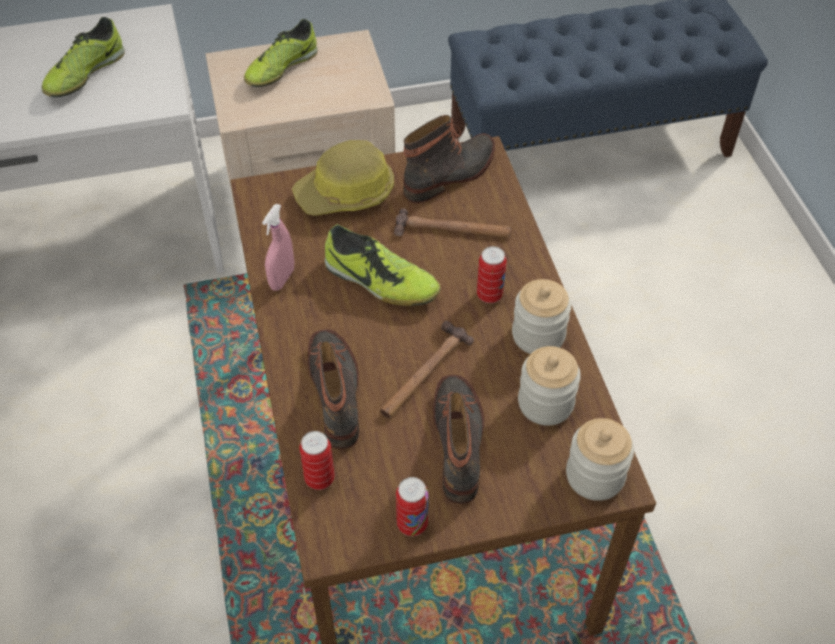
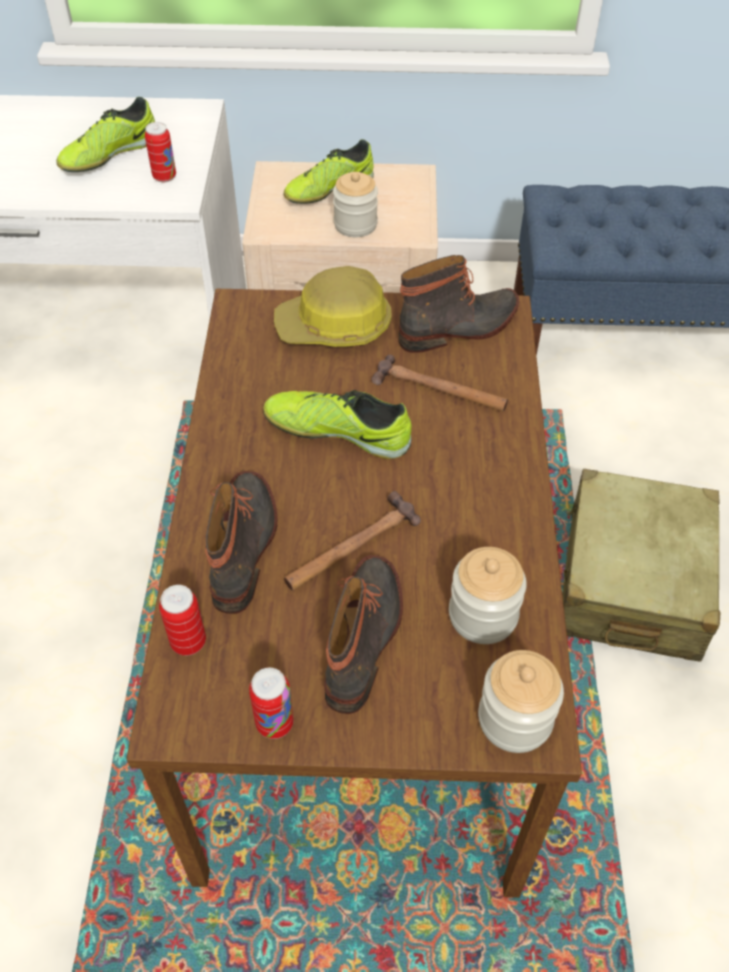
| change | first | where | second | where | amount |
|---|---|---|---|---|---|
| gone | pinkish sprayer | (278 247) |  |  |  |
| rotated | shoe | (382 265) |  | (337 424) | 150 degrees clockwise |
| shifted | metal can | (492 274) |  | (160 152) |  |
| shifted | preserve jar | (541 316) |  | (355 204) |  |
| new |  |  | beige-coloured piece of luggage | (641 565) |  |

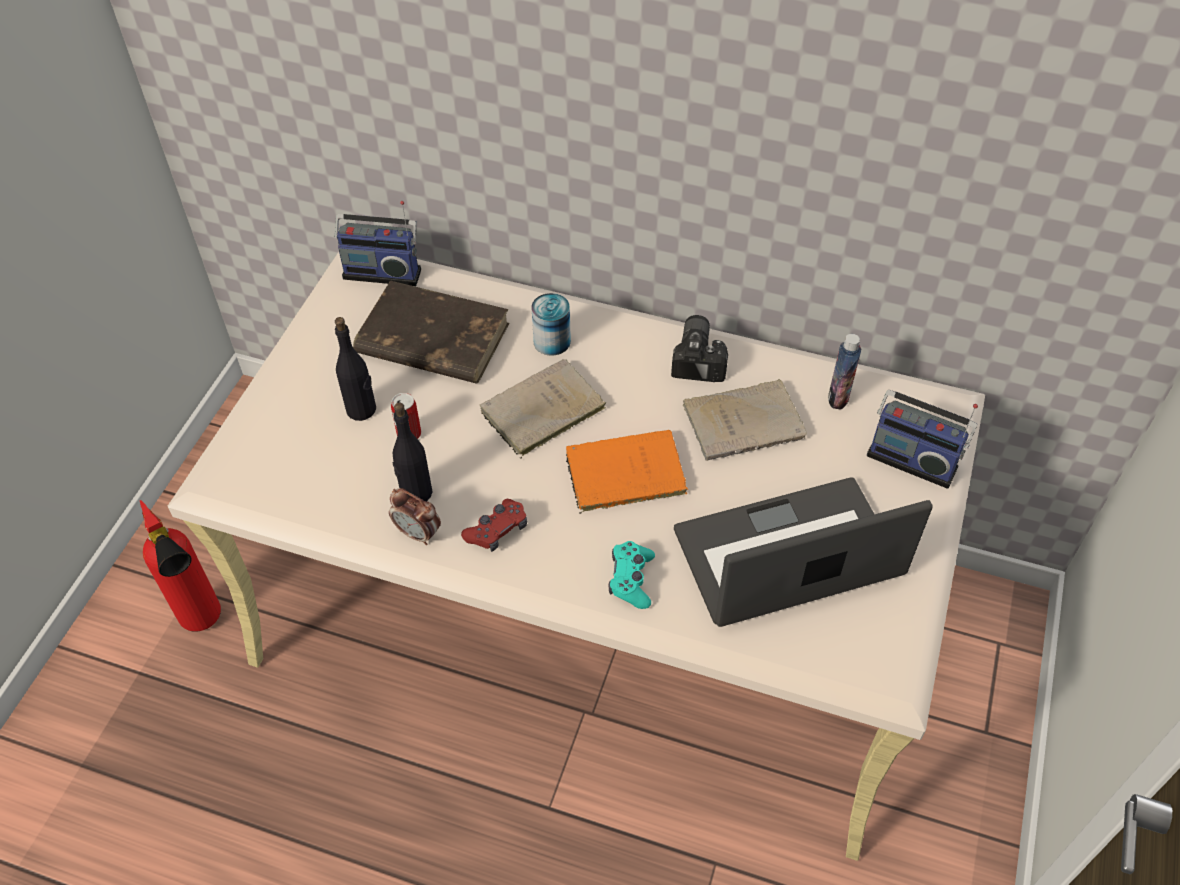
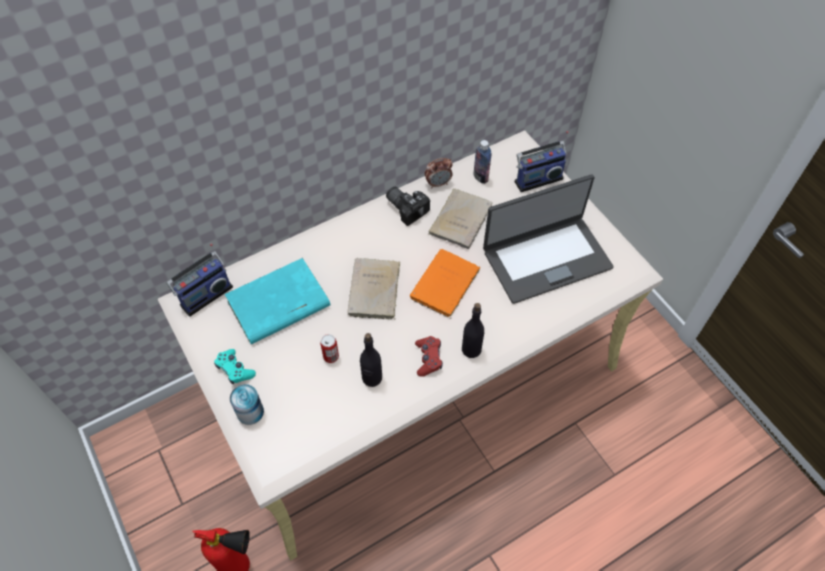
| change | first | where | second | where | amount |
|---|---|---|---|---|---|
| repainted | brownish volume | (431 332) | blue-green volume | (277 301) |  |
| shifted | metal can | (551 324) |  | (247 404) |  |
| shifted | black-coloured drink bottle | (355 369) |  | (473 330) |  |
| rotated | laptop | (803 552) |  | (548 239) | 135 degrees counterclockwise |
| shifted | table clock | (415 516) |  | (439 173) |  |
| shifted | blue-green game controller | (631 575) |  | (235 366) |  |

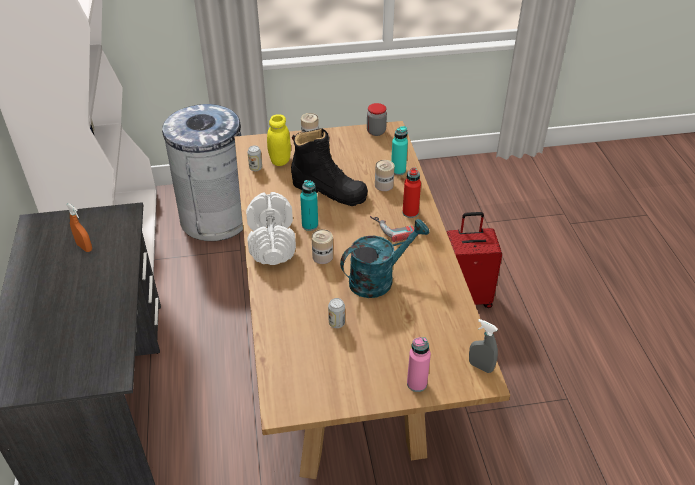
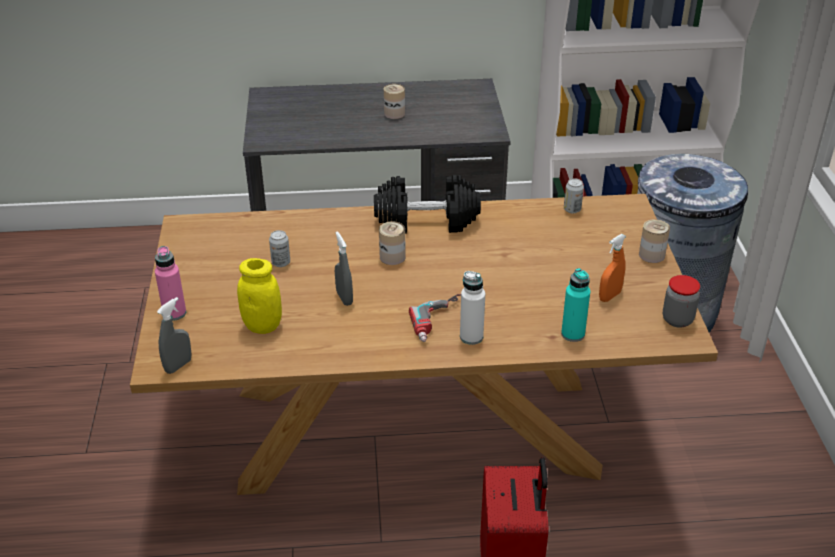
| change | first | where | second | where | amount |
|---|---|---|---|---|---|
| shifted | yellow-coloured preserve jar | (279 140) |  | (259 296) |  |
| gone | black-coloured high-top boot | (329 167) |  |  |  |
| shifted | metal can | (384 175) |  | (394 101) |  |
| repainted | red drink bottle | (411 192) | white drink bottle | (472 308) |  |
| gone | blue-green drink bottle | (309 205) |  |  |  |
| repainted | white free weight | (271 228) | black-coloured free weight | (427 204) |  |
| shifted | orangey sprayer | (79 227) |  | (612 268) |  |
| swapped | blue-green watering can | (384 258) | grey sprayer | (344 268) |  |

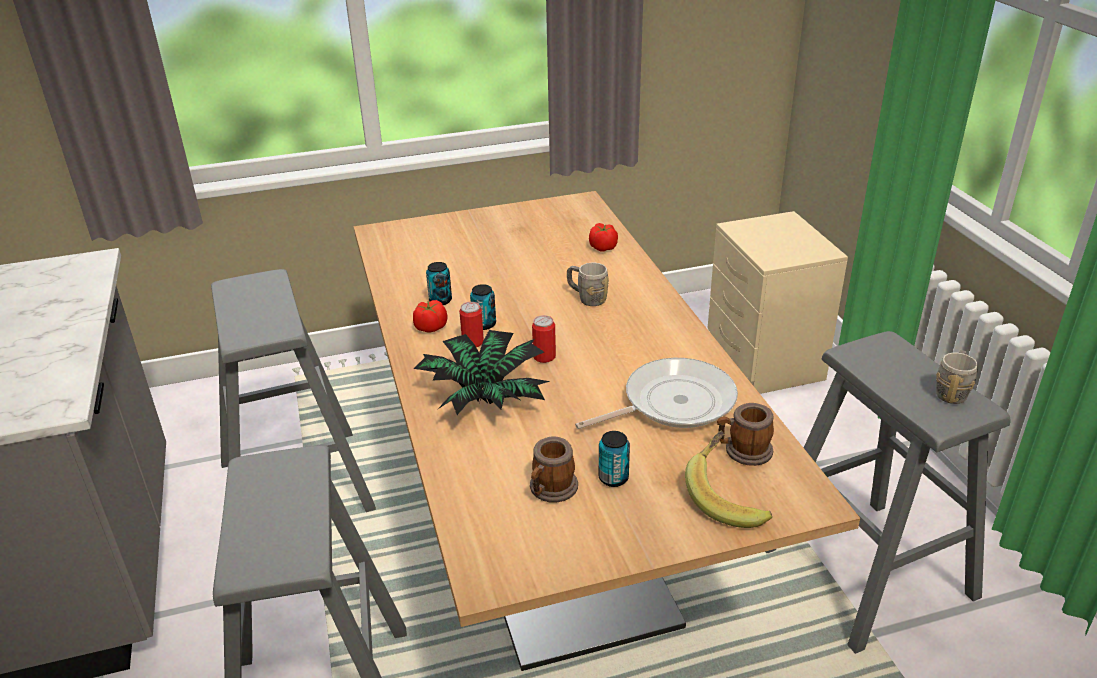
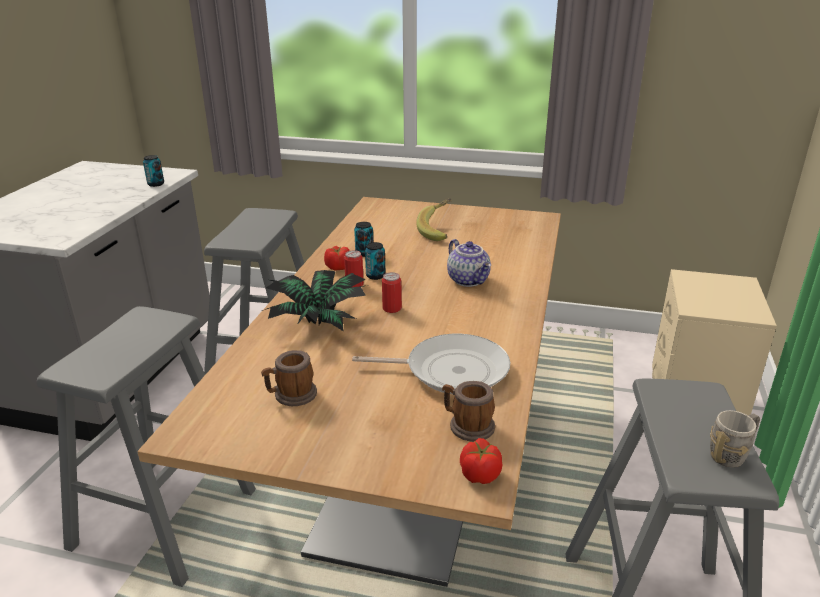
| change | first | where | second | where | amount |
|---|---|---|---|---|---|
| shifted | fresh tomato | (603 237) |  | (481 461) |  |
| swapped | grey mug | (588 284) | pot for tea | (469 263) |  |
| shifted | metal can | (614 459) |  | (153 171) |  |
| shifted | banana fruit | (728 479) |  | (433 220) |  |

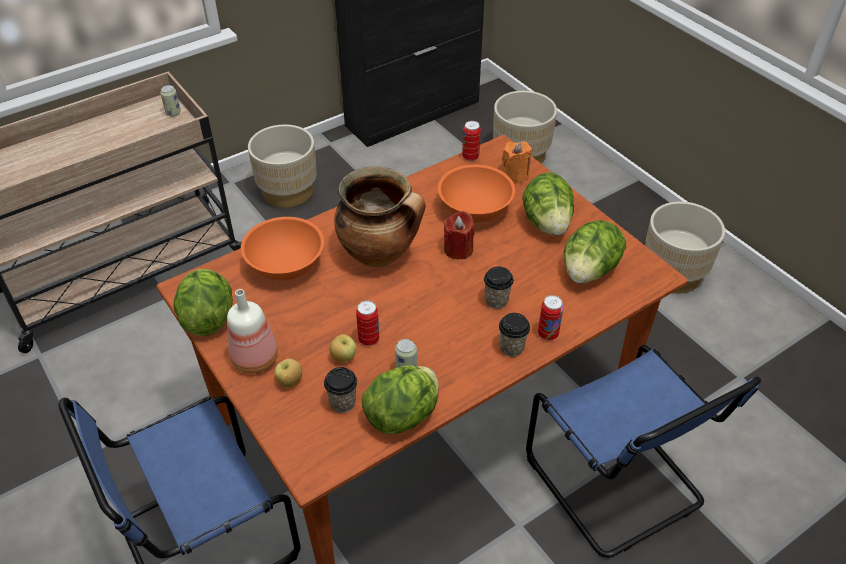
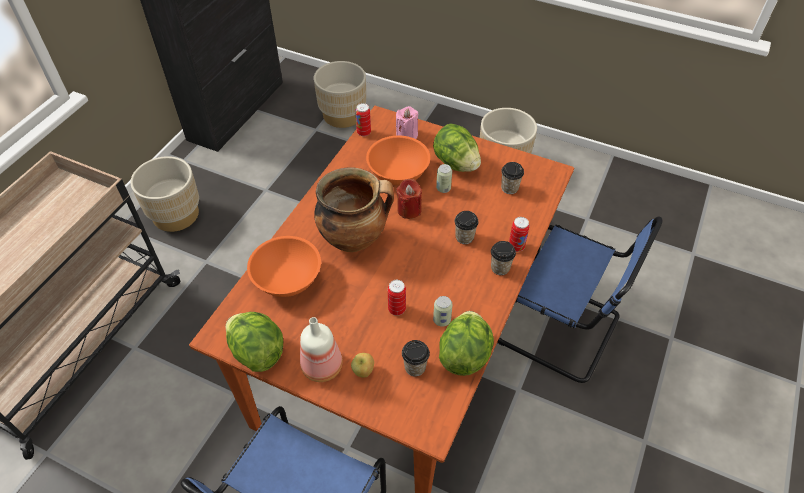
| change | first | where | second | where | amount |
|---|---|---|---|---|---|
| shifted | metal can | (170 100) |  | (444 178) |  |
| repainted | orangey wax light | (516 162) | pinkish wax light | (407 122) |  |
| swapped | lettuce head | (595 252) | cup | (512 178) |  |
| gone | apple | (342 348) |  |  |  |

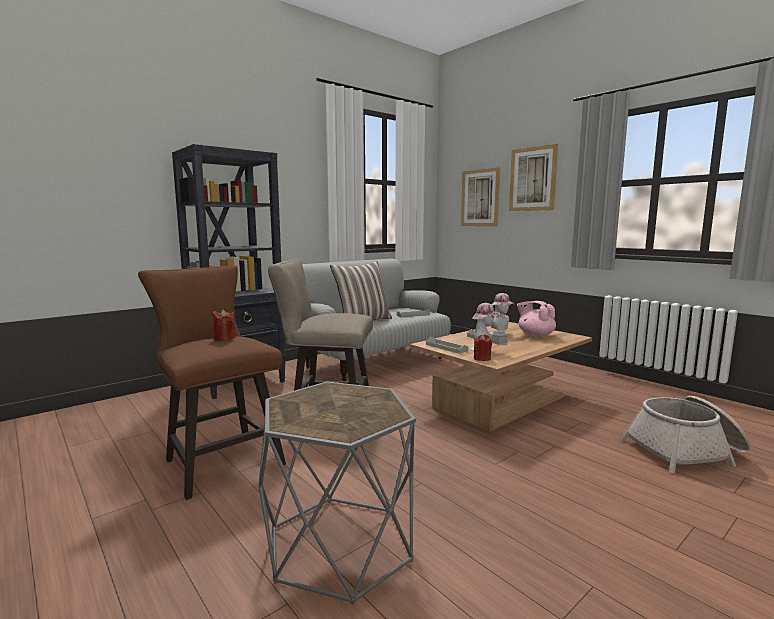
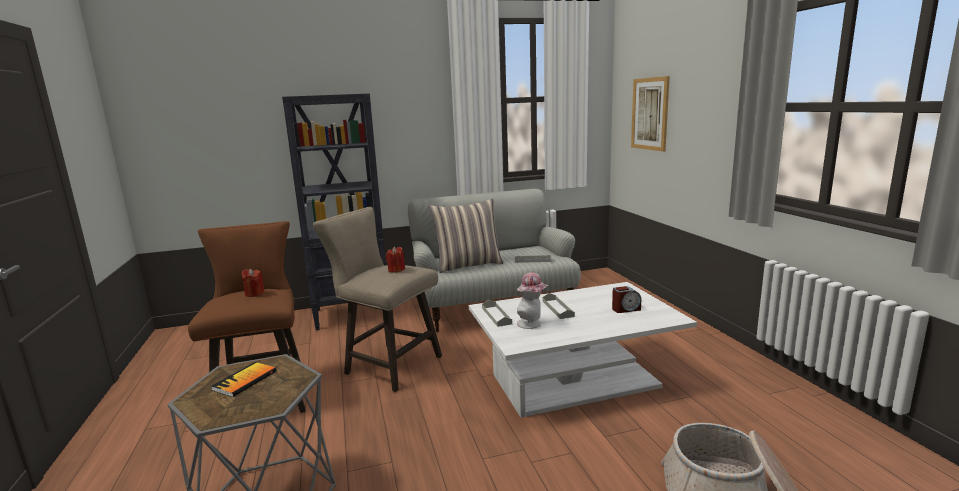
| change | first | where | second | where | amount |
|---|---|---|---|---|---|
| gone | picture | (533 177) |  |  |  |
| gone | clothing hat | (502 314) |  |  |  |
| swapped | pinkish pot for tea | (536 319) | table clock | (626 299) |  |
| repainted | brownish lounge table | (501 377) | white lounge table | (583 350) |  |
| shifted | red wax light | (483 347) |  | (395 260) |  |
| new |  |  | volume | (244 379) |  |

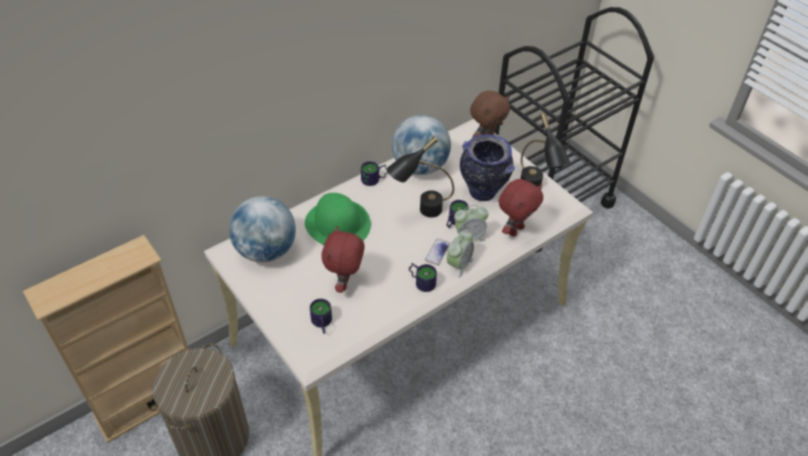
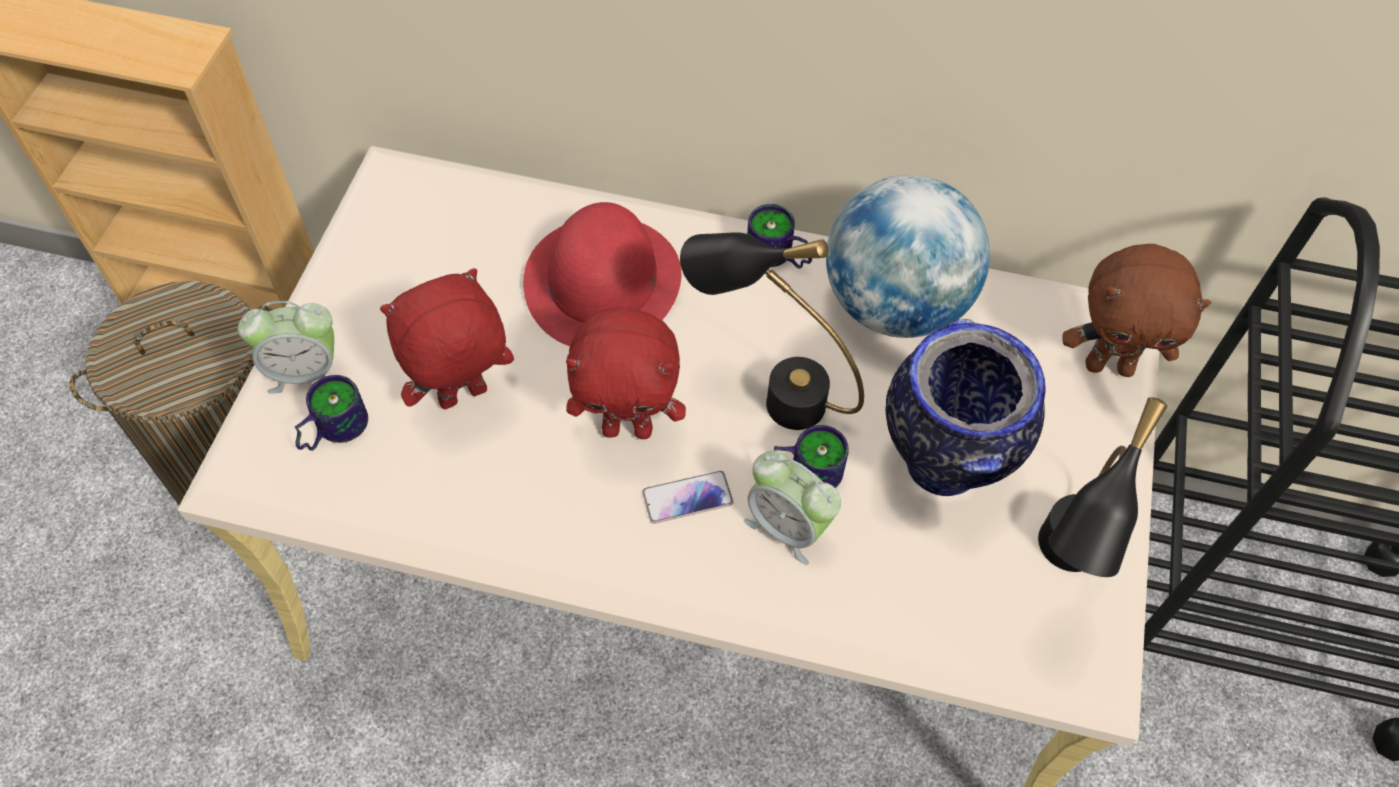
| change | first | where | second | where | amount |
|---|---|---|---|---|---|
| shifted | red plush toy | (521 208) |  | (626 373) |  |
| repainted | green clothing hat | (338 219) | red clothing hat | (602 274) |  |
| gone | globe | (262 229) |  |  |  |
| shifted | table clock | (460 254) |  | (286 347) |  |
| gone | mug | (423 277) |  |  |  |

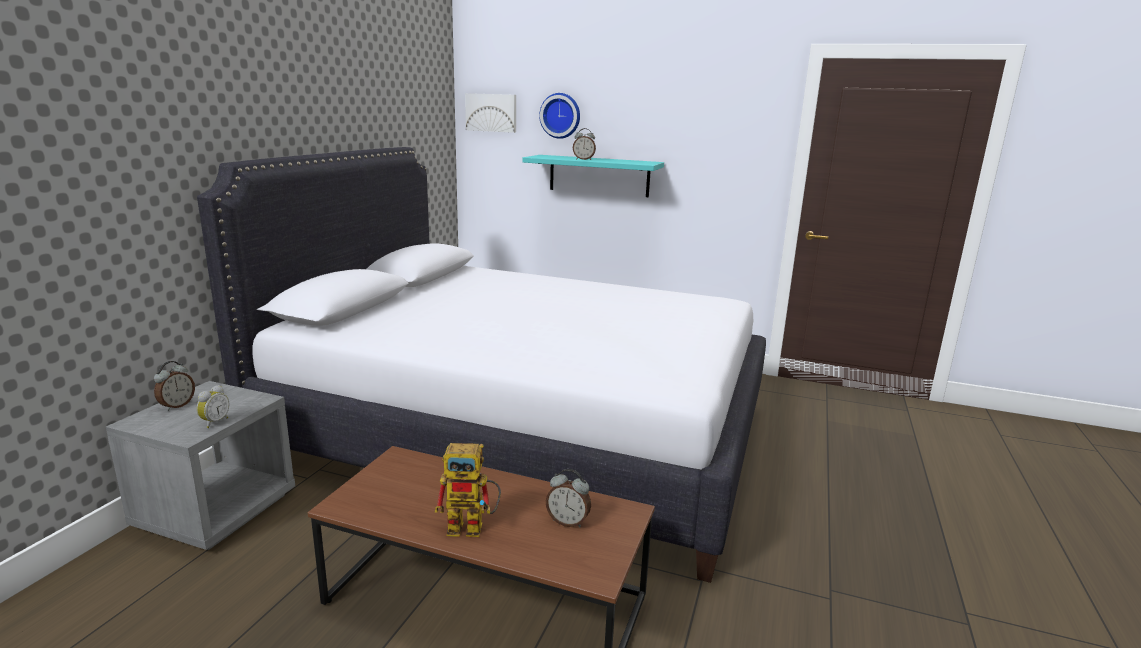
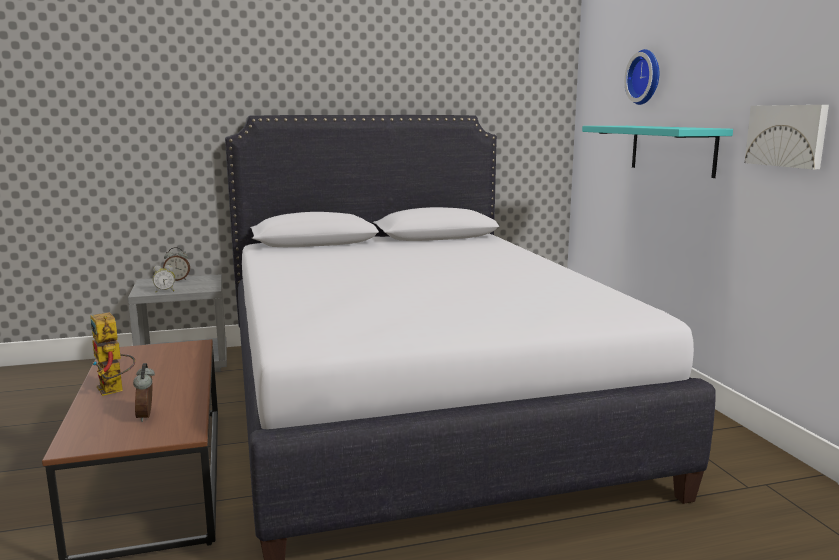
| change | first | where | second | where | amount |
|---|---|---|---|---|---|
| shifted | picture | (490 113) |  | (787 137) |  |
| gone | table clock | (584 144) |  |  |  |

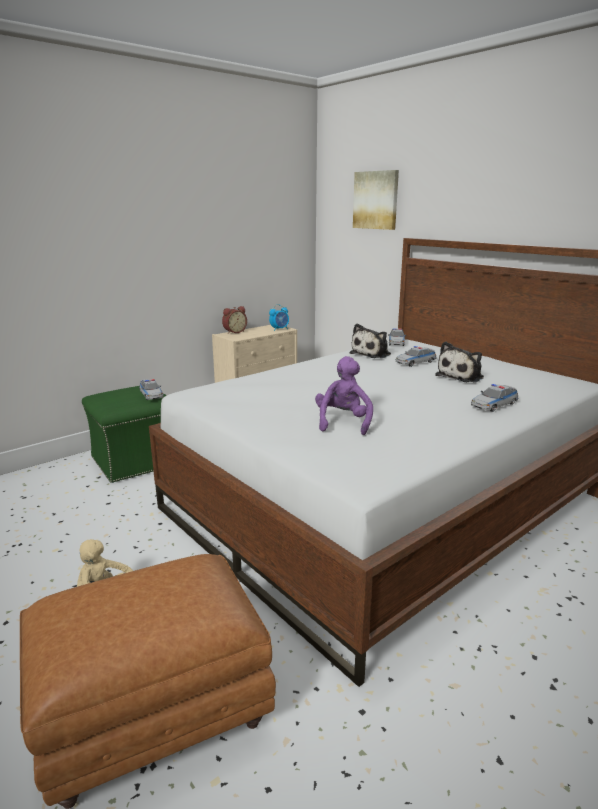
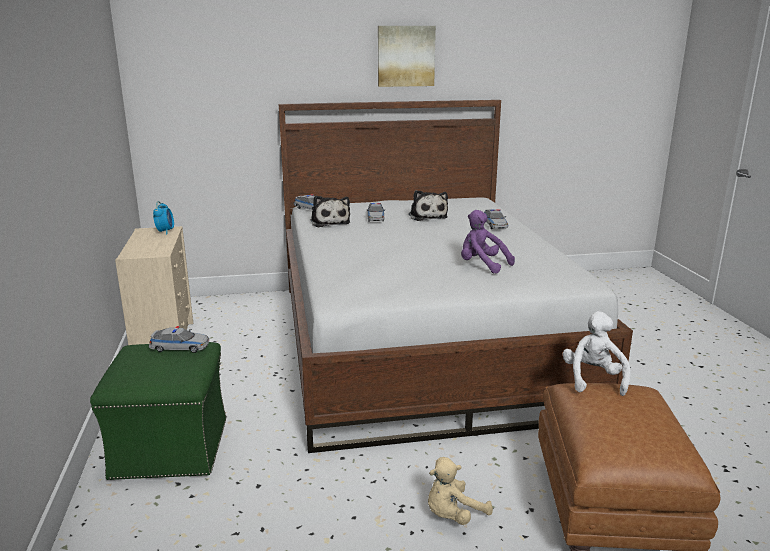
| change | first | where | second | where | amount |
|---|---|---|---|---|---|
| shifted | picture | (376 200) |  | (407 56) |  |
| gone | table clock | (234 320) |  |  |  |
| new |  |  | white plush toy | (597 353) |  |

